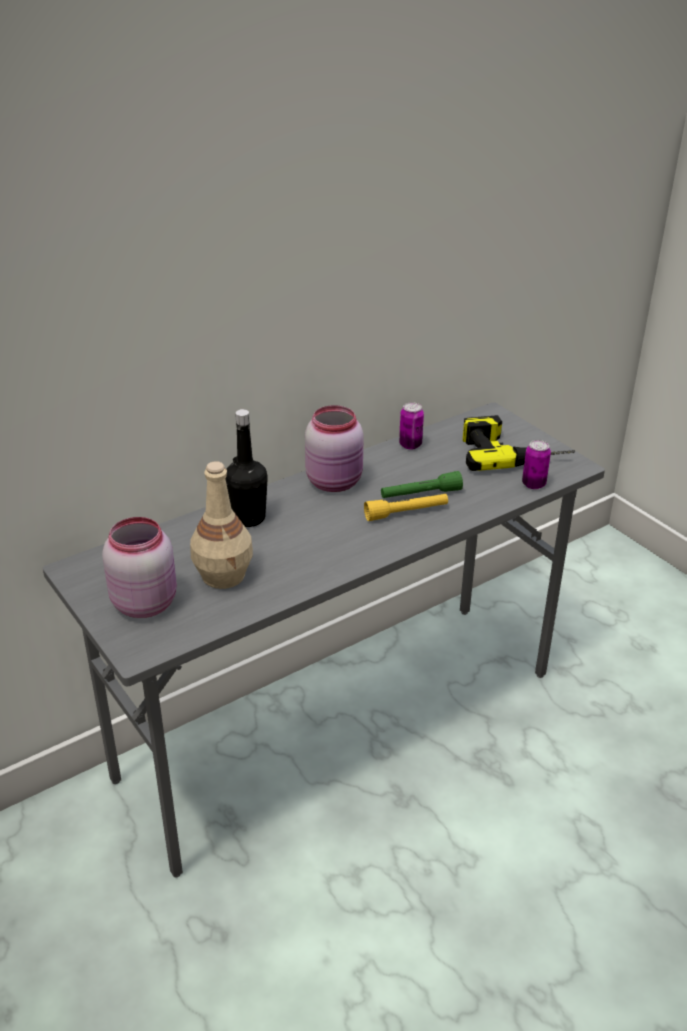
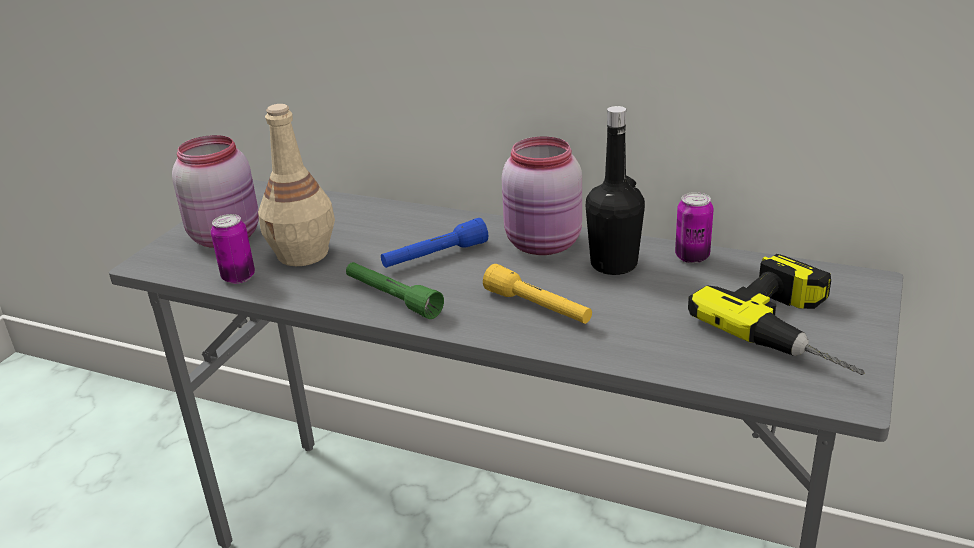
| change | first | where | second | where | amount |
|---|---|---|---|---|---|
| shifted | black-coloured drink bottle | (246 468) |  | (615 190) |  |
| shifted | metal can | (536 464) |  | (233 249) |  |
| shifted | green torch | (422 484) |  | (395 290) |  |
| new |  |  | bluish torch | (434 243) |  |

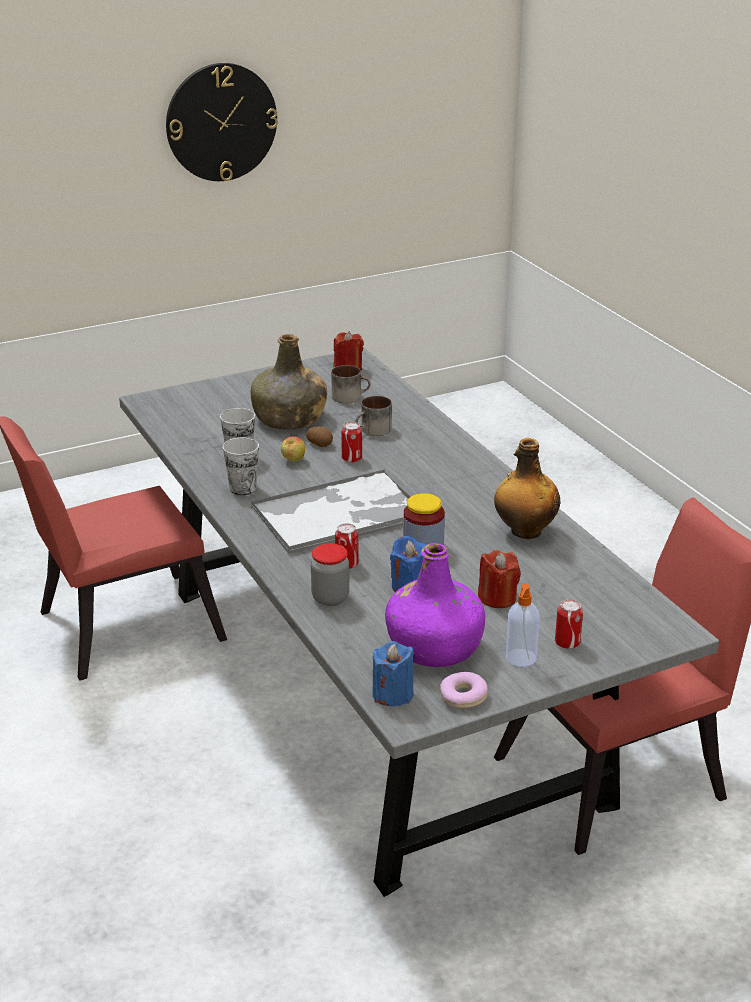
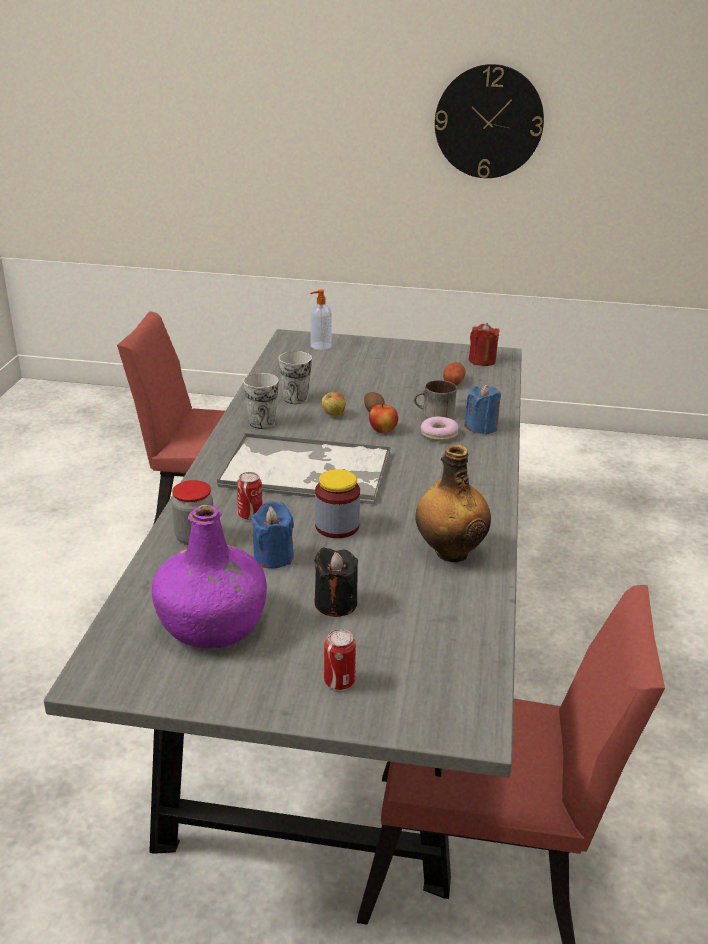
| change | first | where | second | where | amount |
|---|---|---|---|---|---|
| gone | green drink bottle | (289 382) |  |  |  |
| swapped | mug | (351 384) | potato | (454 374) |  |
| swapped | metal can | (351 442) | apple | (383 418) |  |
| repainted | red wax light | (499 579) | black-coloured wax light | (336 582) |  |
| shifted | soap bottle | (522 625) |  | (321 319) |  |
| shifted | bluish wax light | (393 674) |  | (482 409) |  |
| shifted | doughnut | (464 690) |  | (439 429) |  |

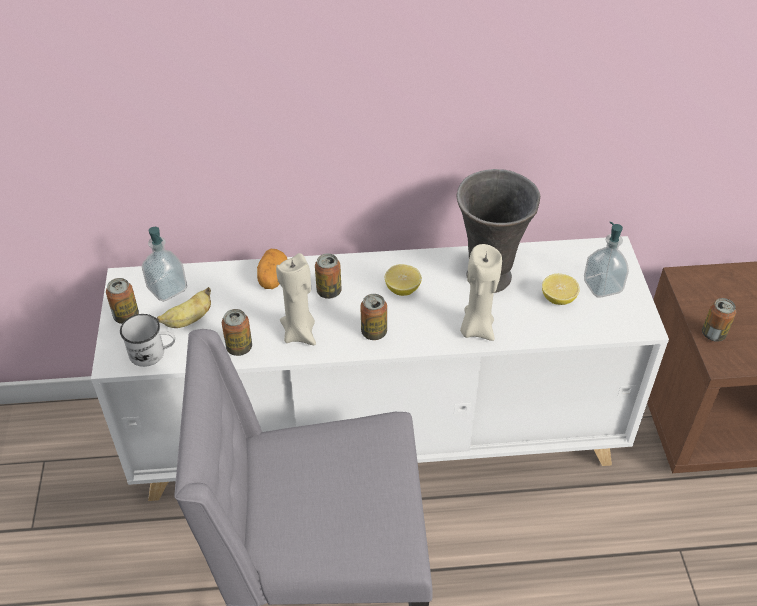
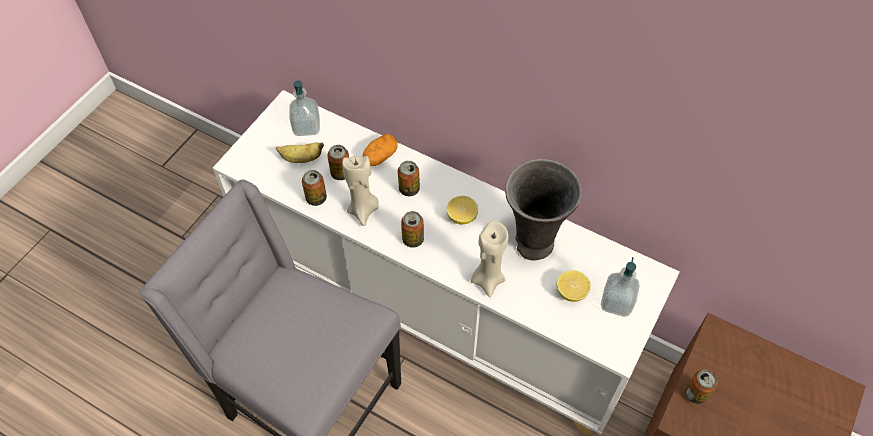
| change | first | where | second | where | amount |
|---|---|---|---|---|---|
| shifted | metal can | (122 301) |  | (338 162) |  |
| gone | white mug | (147 340) |  |  |  |

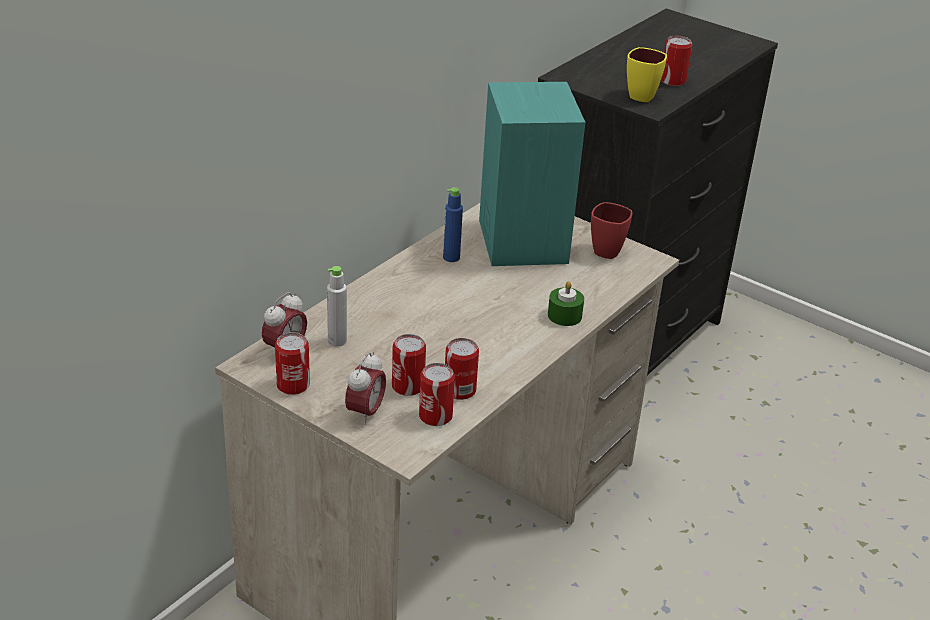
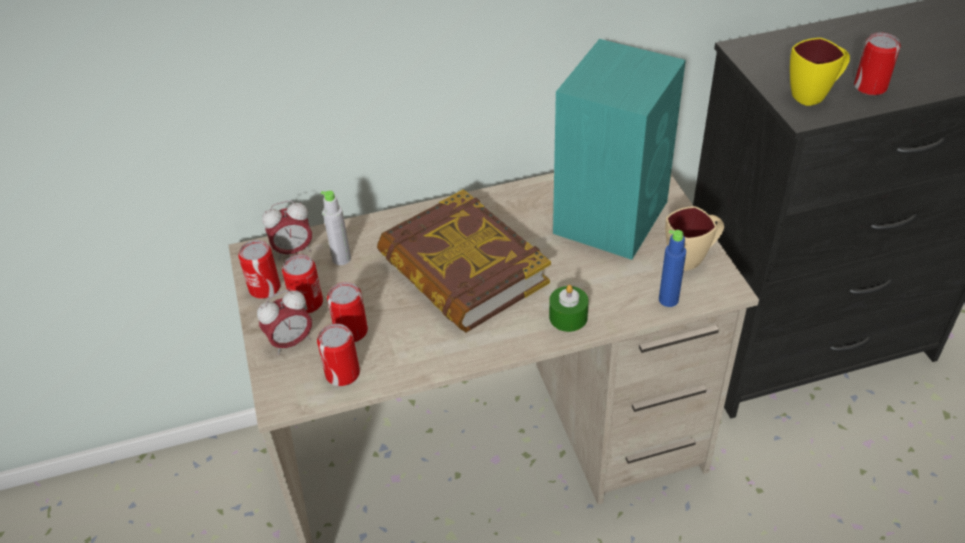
| change | first | where | second | where | amount |
|---|---|---|---|---|---|
| shifted | bluish drink bottle | (453 224) |  | (672 268) |  |
| repainted | red mug | (611 230) | beige-coloured mug | (694 238) |  |
| shifted | metal can | (462 369) |  | (302 283) |  |
| new |  |  | volume | (464 261) |  |

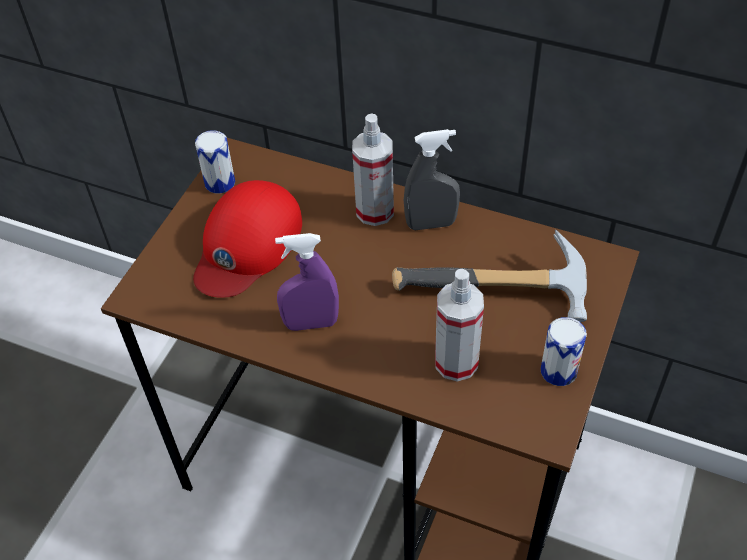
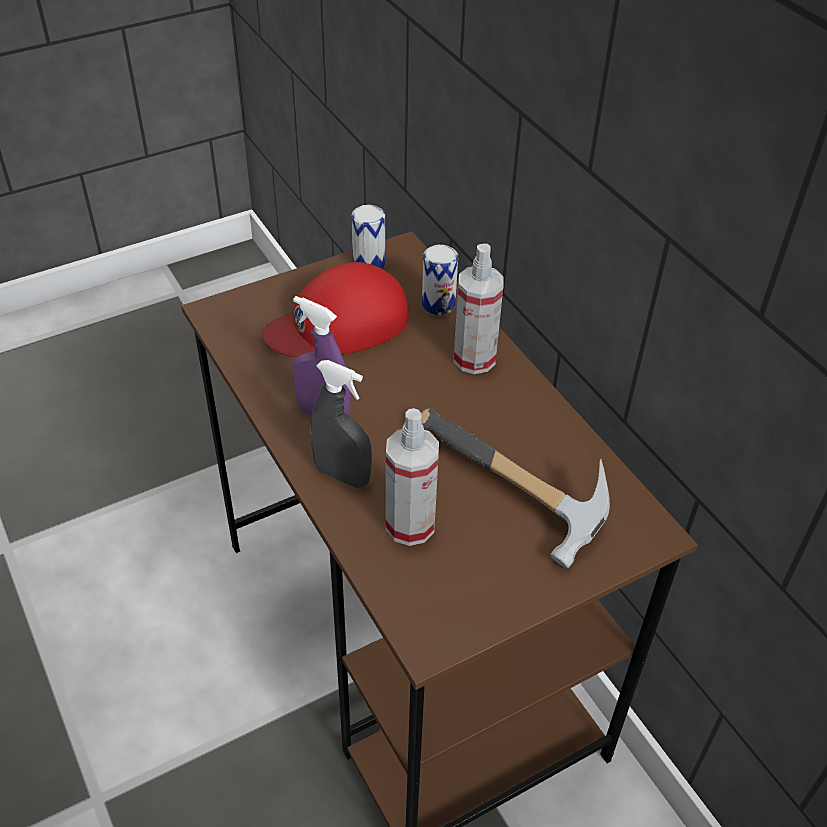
| change | first | where | second | where | amount |
|---|---|---|---|---|---|
| shifted | grey sprayer | (432 179) |  | (341 424) |  |
| shifted | metal can | (564 351) |  | (440 280) |  |

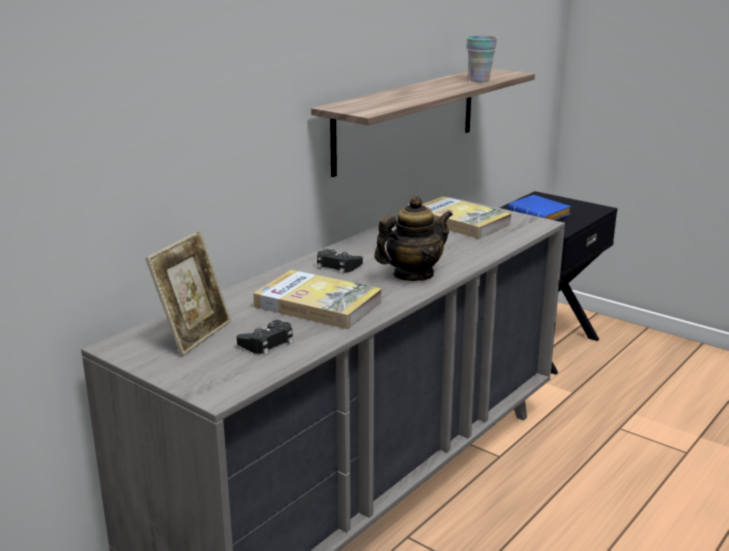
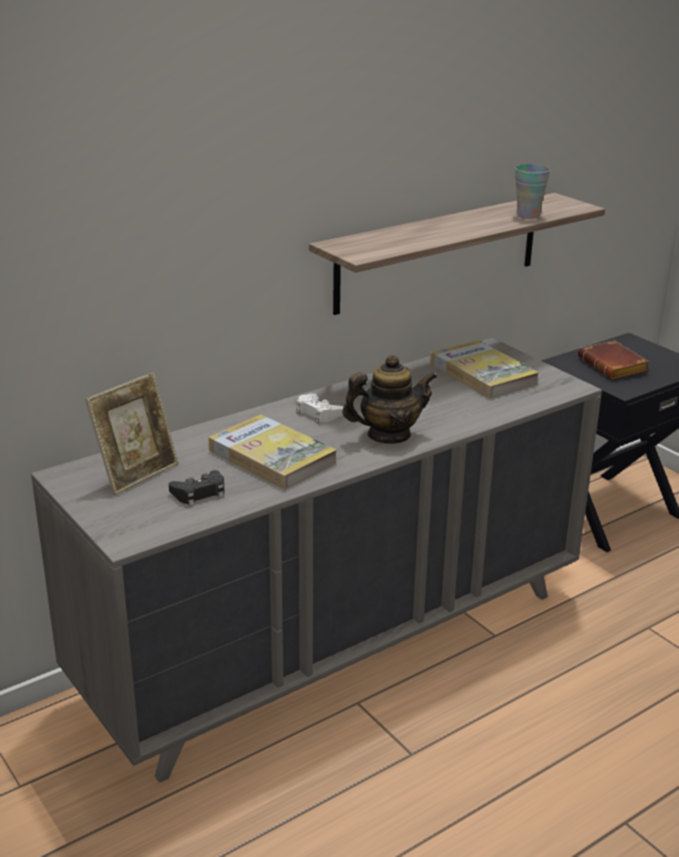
| change | first | where | second | where | amount |
|---|---|---|---|---|---|
| repainted | bluish volume | (539 207) | brownish volume | (613 359) |  |
| repainted | black-coloured game controller | (340 261) | white game controller | (319 408) |  |

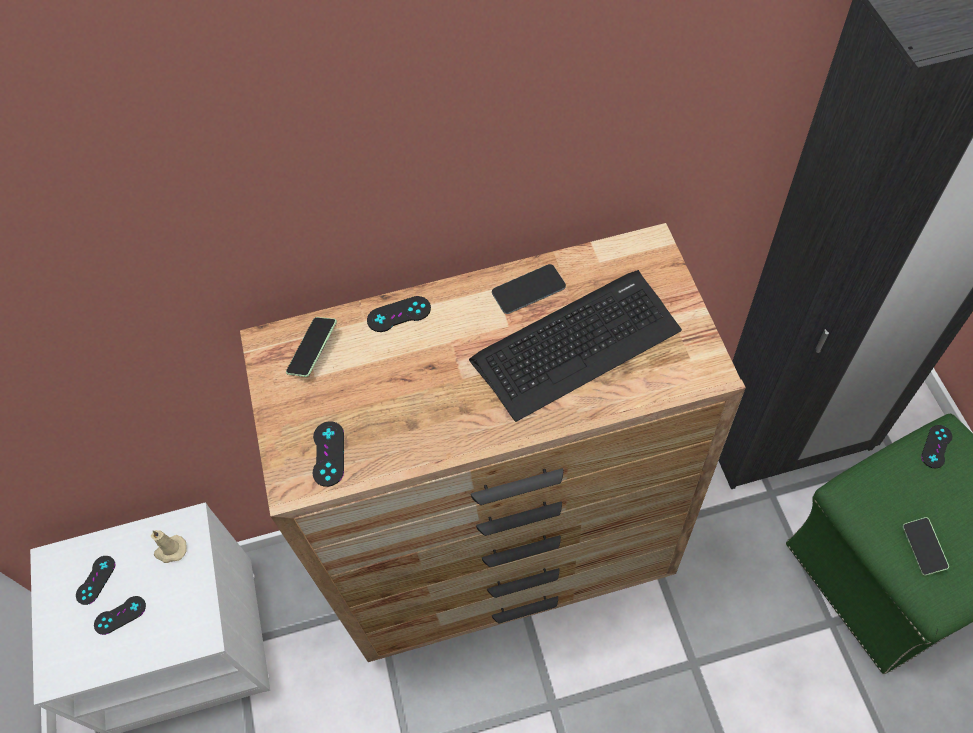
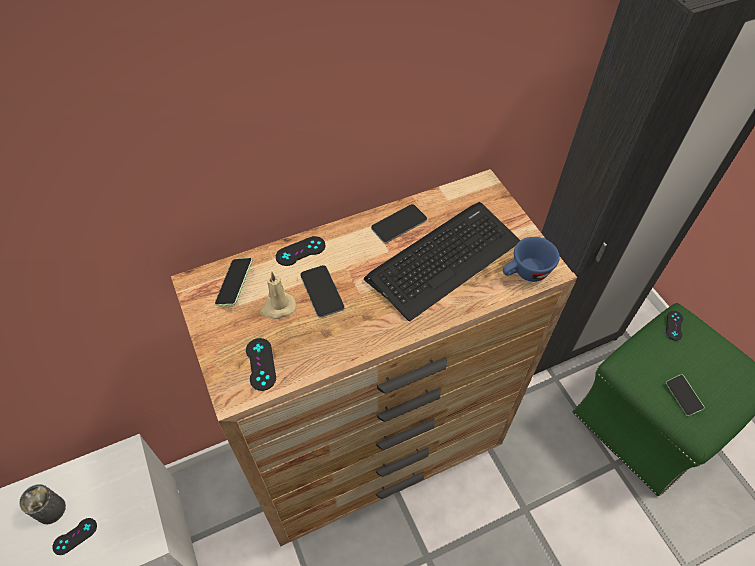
| change | first | where | second | where | amount |
|---|---|---|---|---|---|
| shifted | beige-coloured wax light | (169 546) |  | (278 295) |  |
| swapped | black-coloured game controller | (95 580) | metal can | (42 504) |  |
| new |  |  | bluish cup | (531 259) |  |
| new |  |  | phone | (322 291) |  |

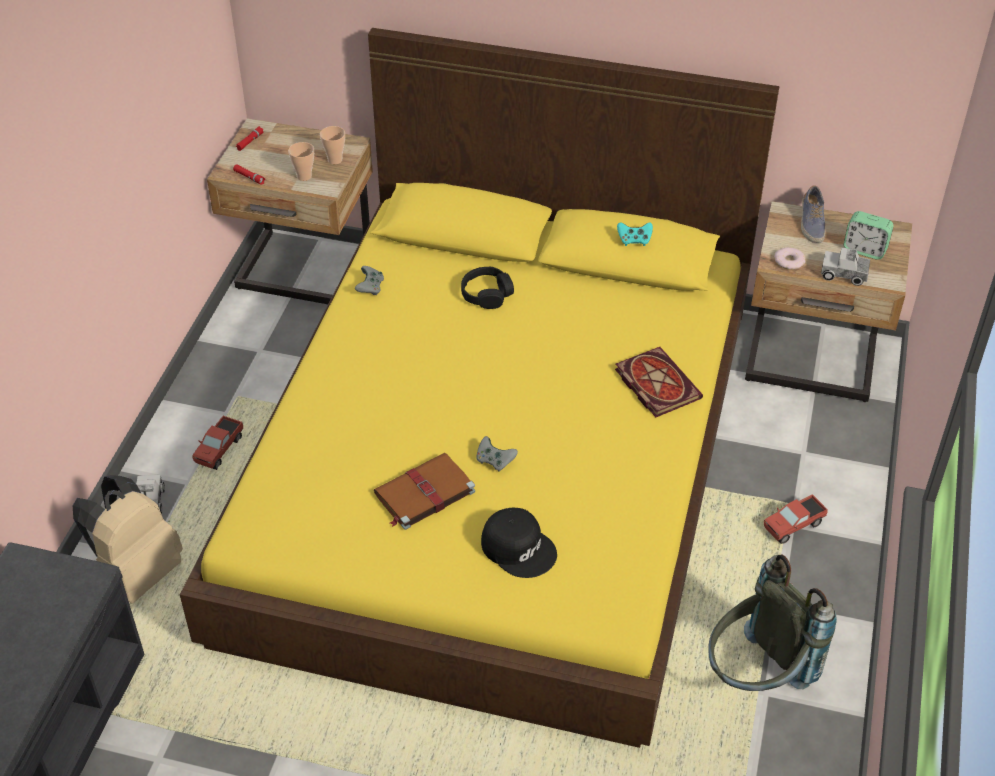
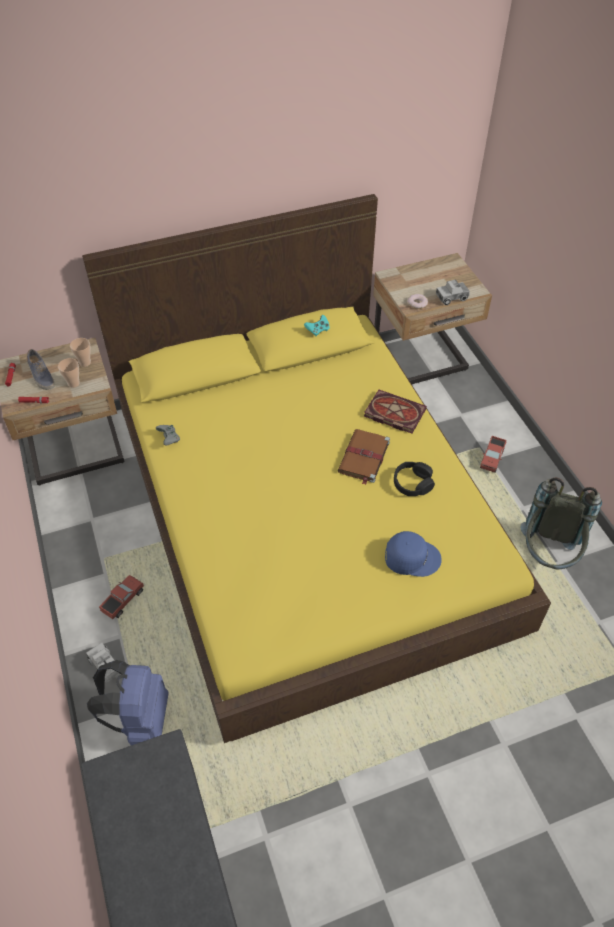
| change | first | where | second | where | amount |
|---|---|---|---|---|---|
| shifted | shoe | (813 214) |  | (41 369) |  |
| gone | table clock | (868 235) |  |  |  |
| shifted | black-coloured headphones | (487 288) |  | (414 479) |  |
| rotated | toy truck | (217 443) |  | (121 597) | 135 degrees counterclockwise |
| gone | grey game controller | (497 454) |  |  |  |
| shifted | brownish volume | (424 491) |  | (364 457) |  |
| repainted | beige-coloured backpack | (128 539) | bluish backpack | (128 702) |  |
| repainted | black-coloured baseball cap | (519 543) | bluish baseball cap | (413 554) |  |

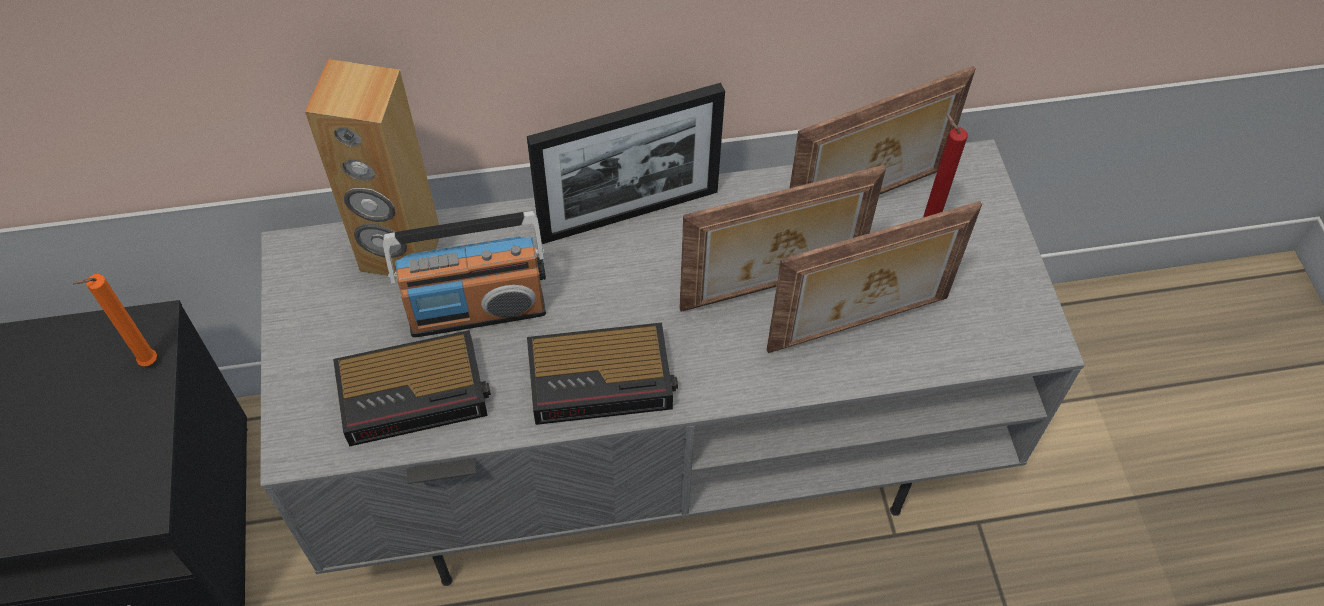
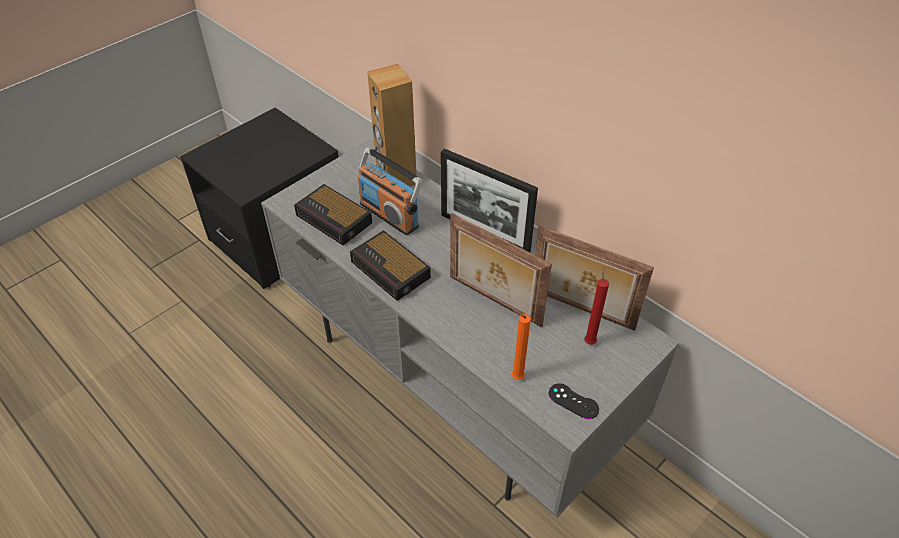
| change | first | where | second | where | amount |
|---|---|---|---|---|---|
| gone | picture frame | (874 277) |  |  |  |
| shifted | orangey wax light | (115 320) |  | (521 345) |  |
| new |  |  | black-coloured game controller | (574 401) |  |

